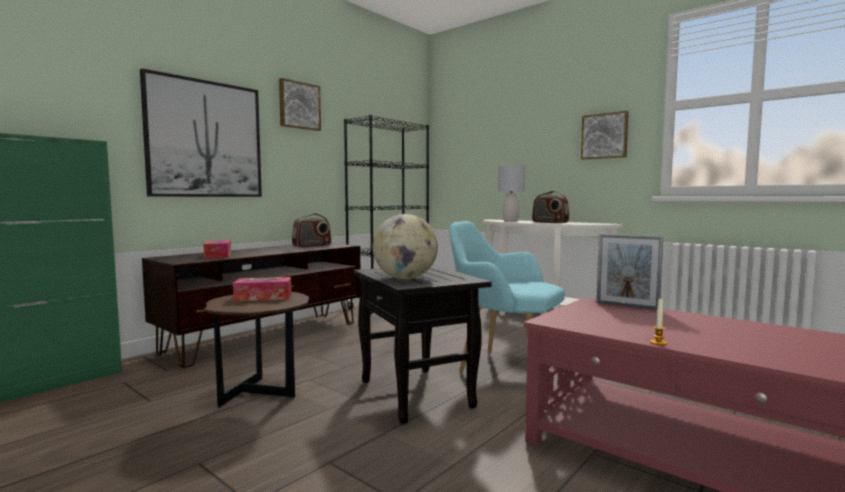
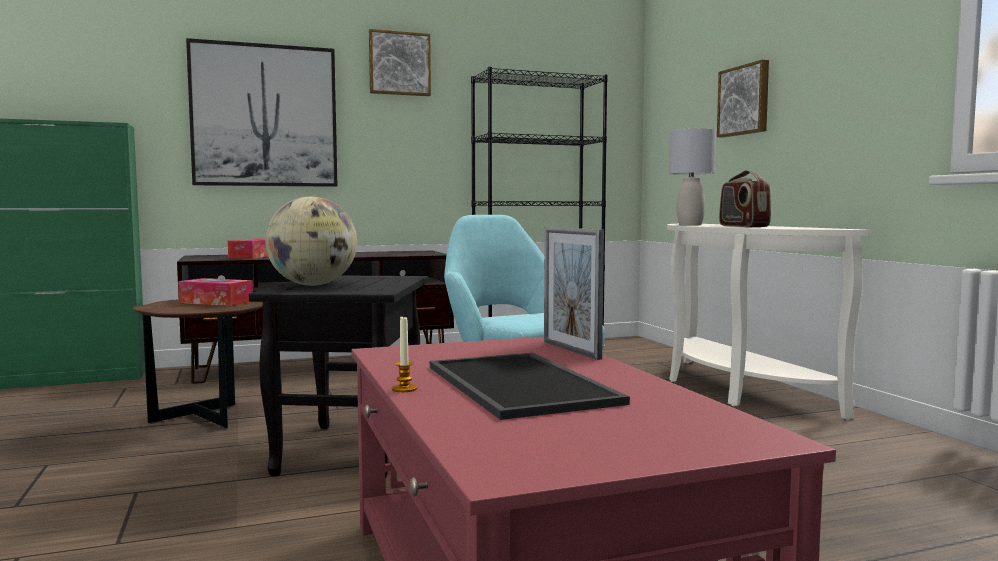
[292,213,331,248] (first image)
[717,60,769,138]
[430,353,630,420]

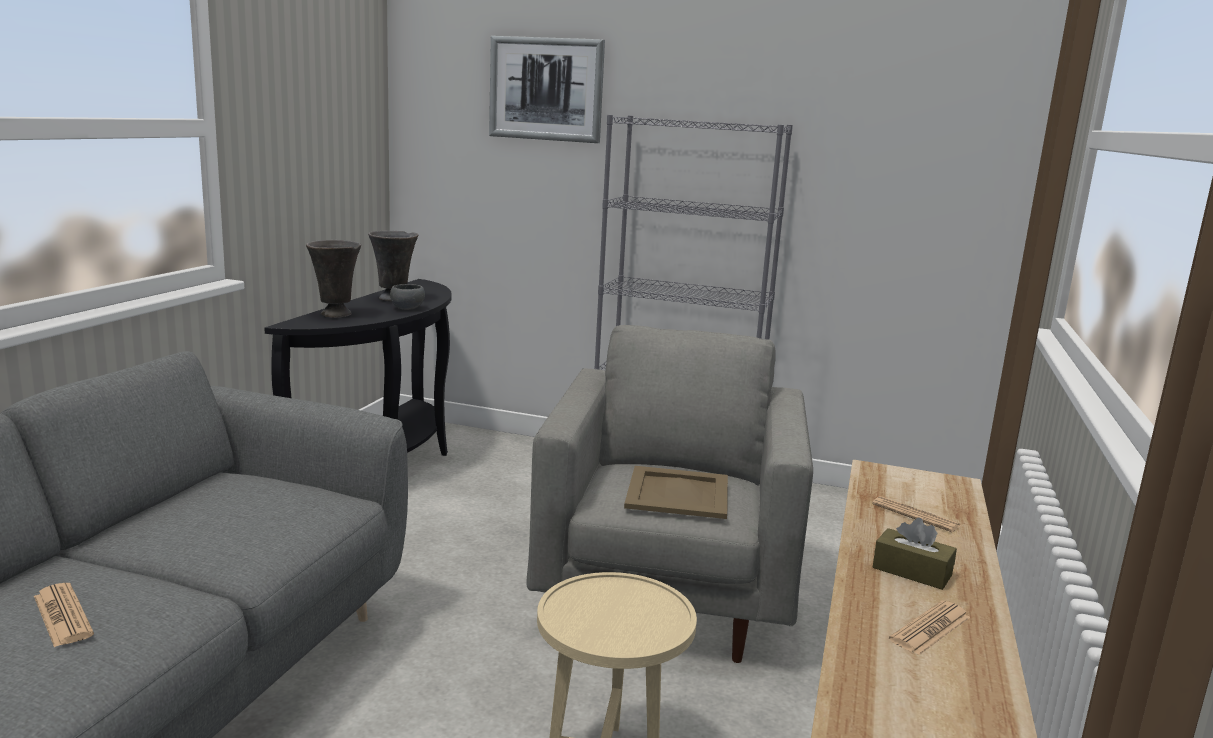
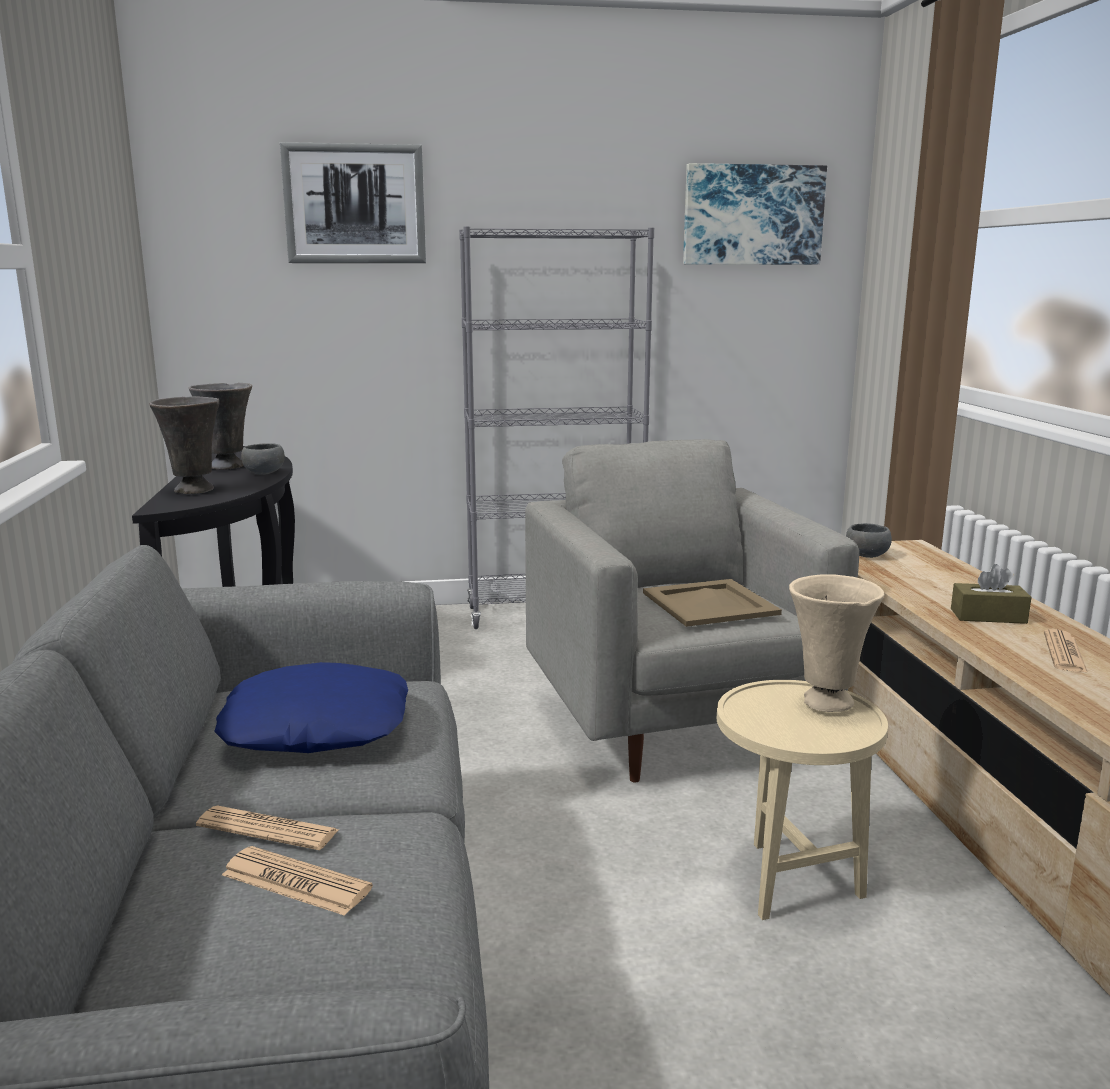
[196,806,339,850]
[214,662,408,753]
[683,163,827,265]
[789,574,884,712]
[846,523,892,558]

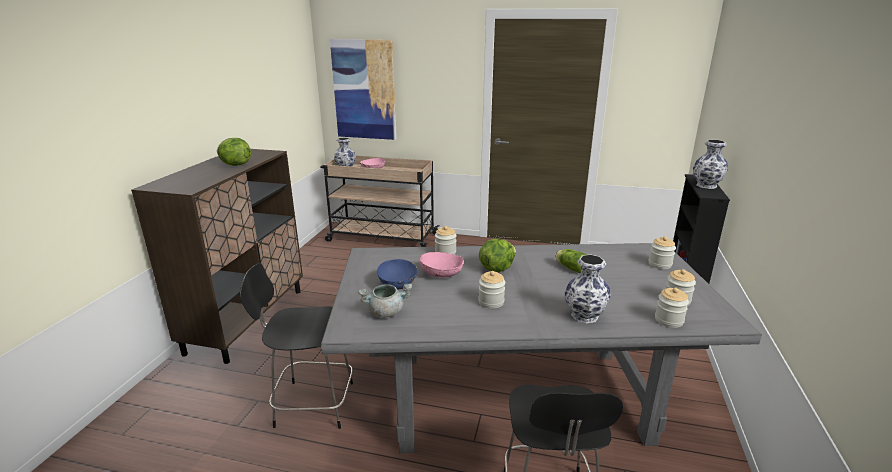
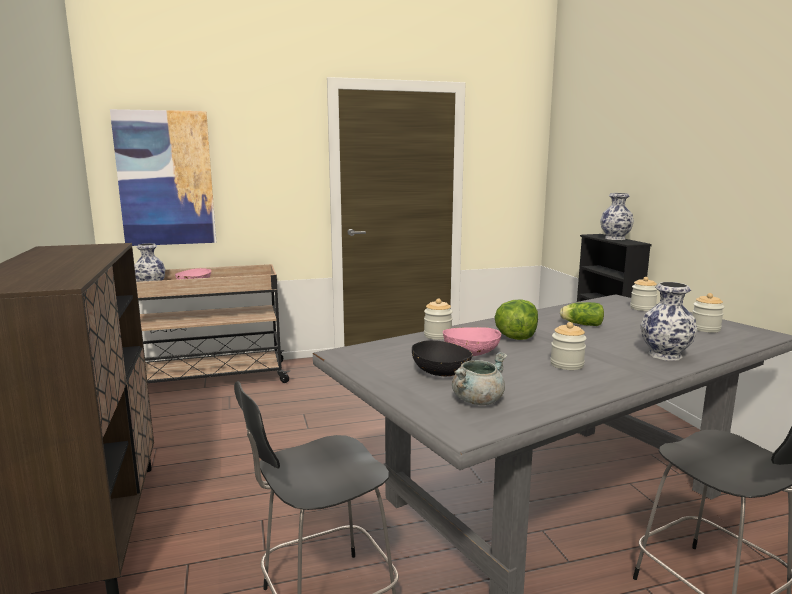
[217,138,251,166] (first image)
[412,340,473,376]
[655,287,689,328] (first image)

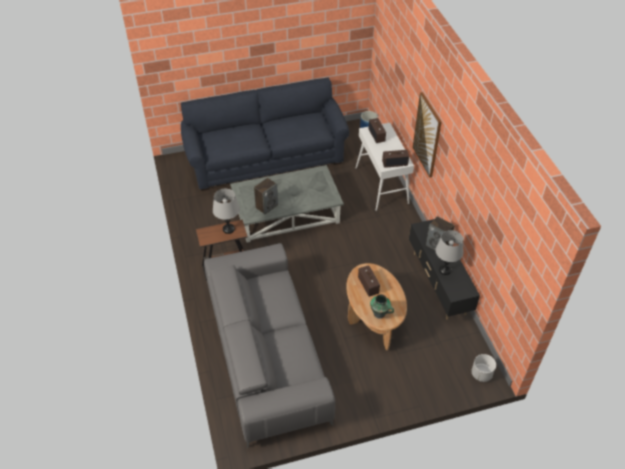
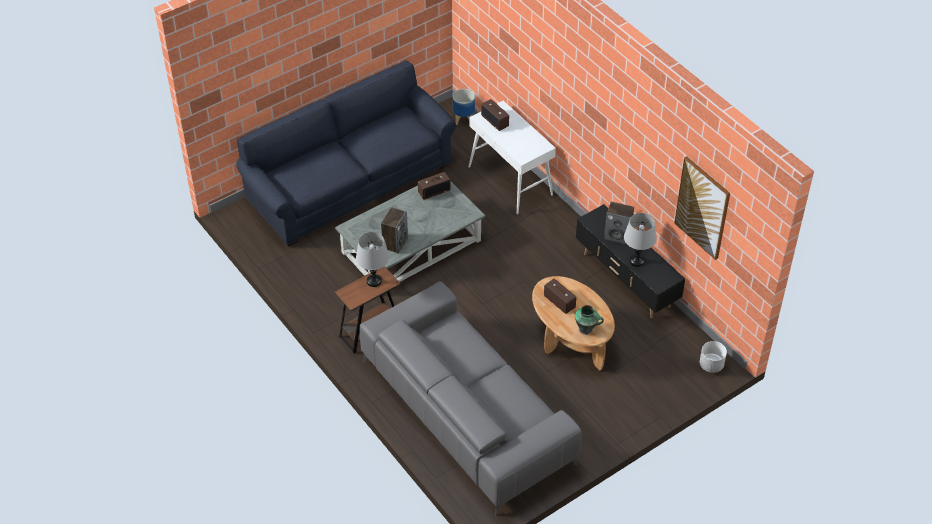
[418,172,450,200]
[674,156,730,260]

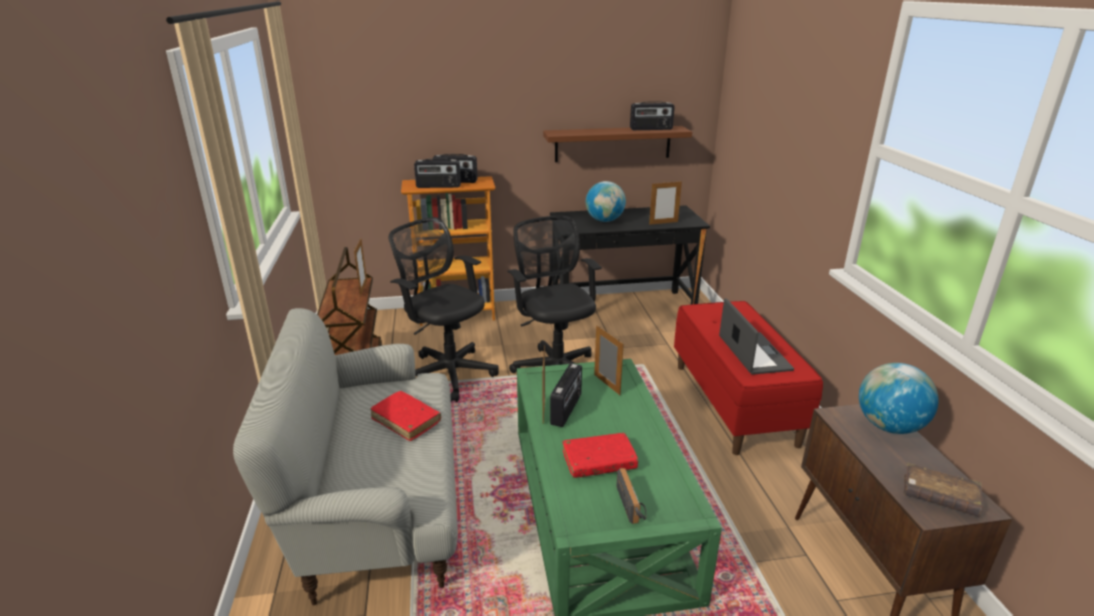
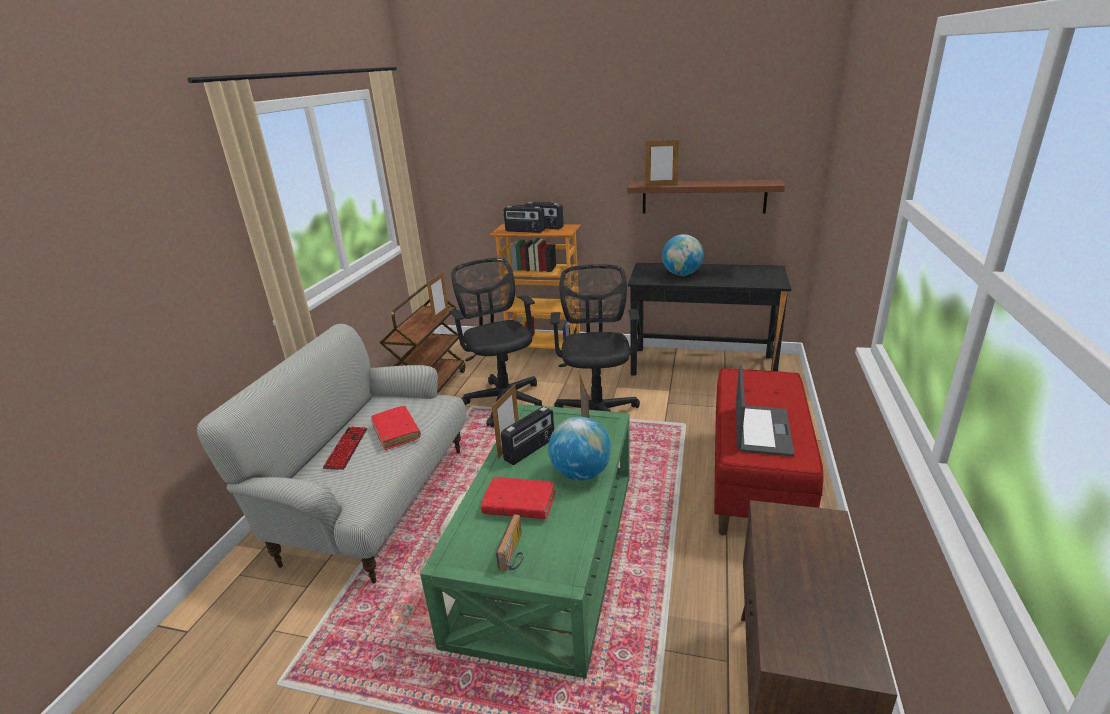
[630,101,675,130] (first image)
[645,138,679,186]
[548,417,611,481]
[904,463,983,517] (first image)
[323,426,367,470]

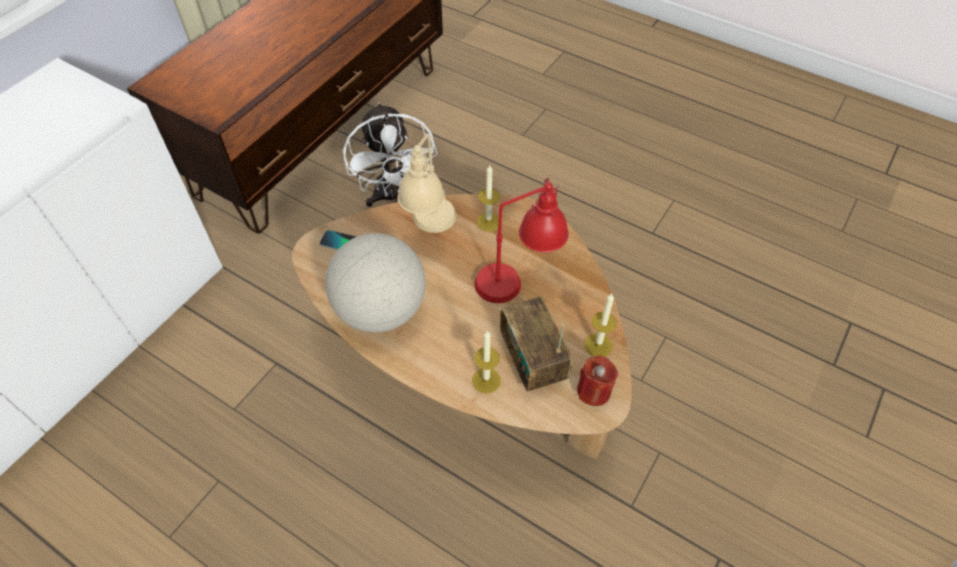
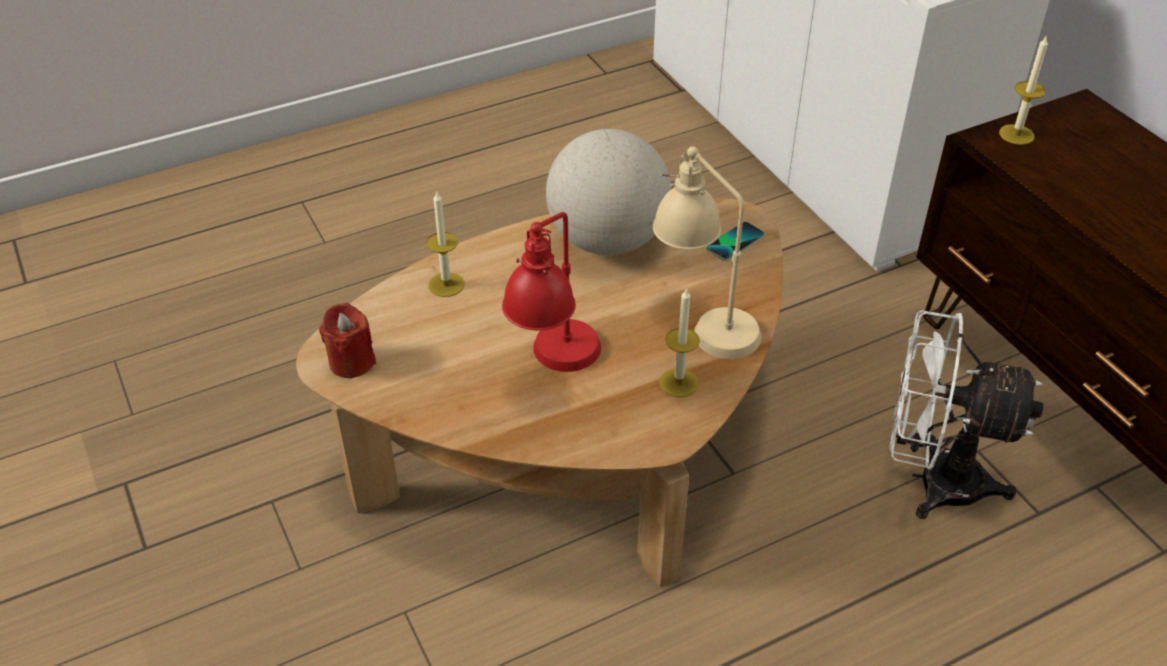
[500,297,572,391] (first image)
[999,37,1048,145]

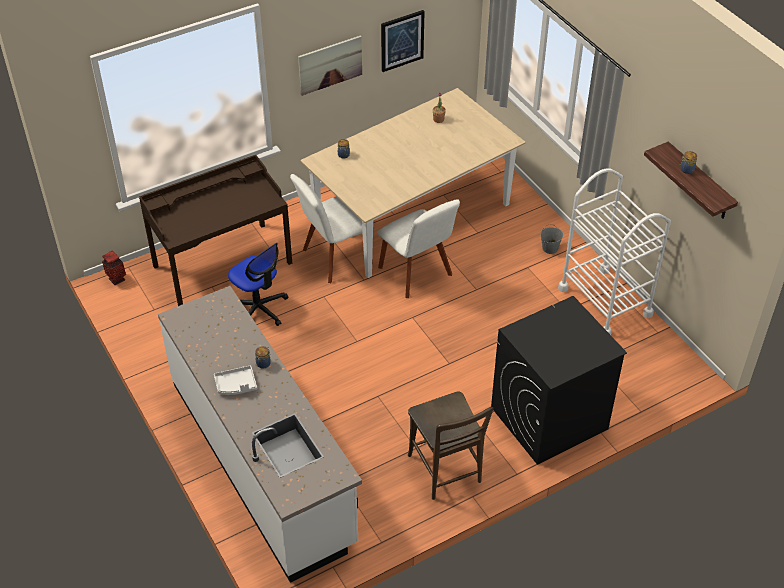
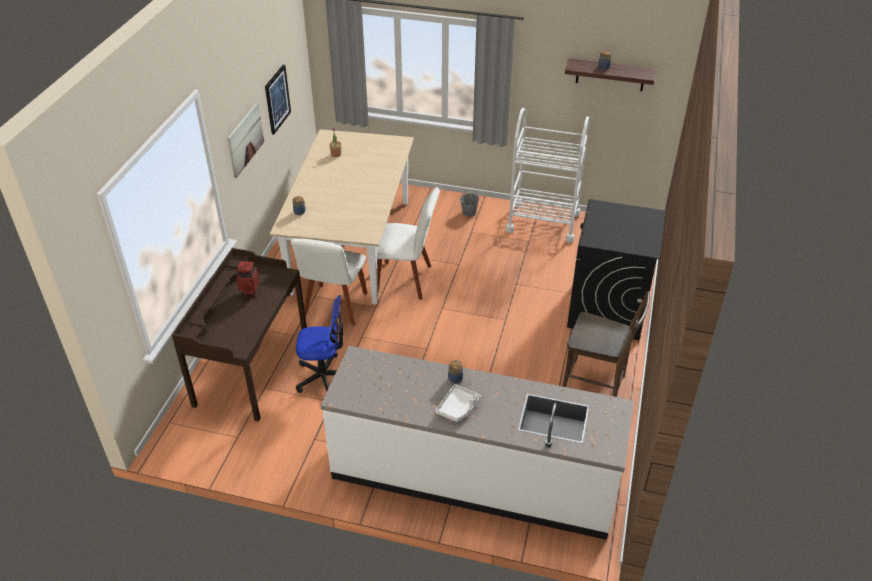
[237,261,259,297]

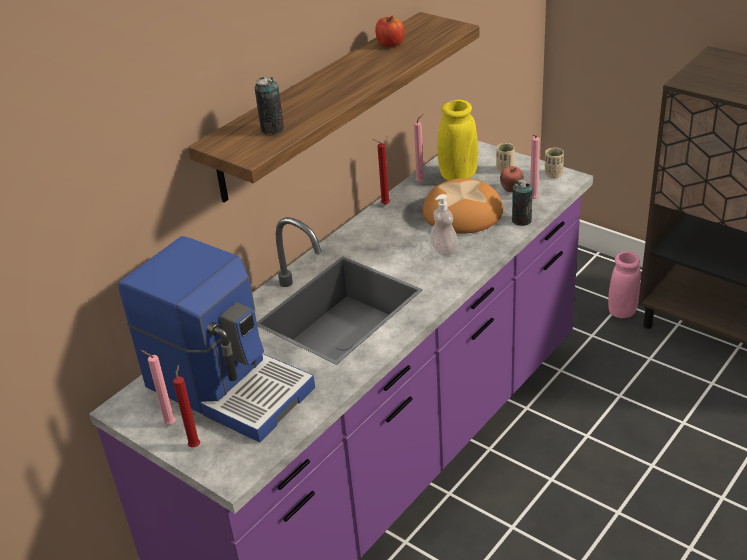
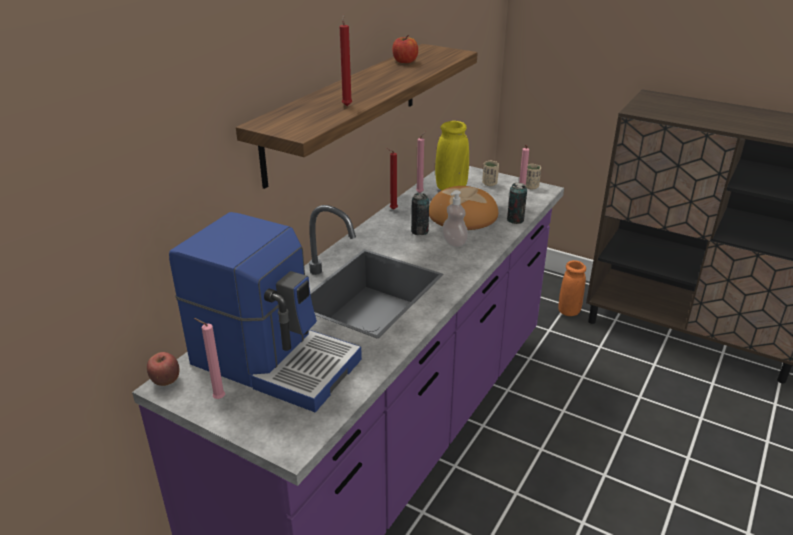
[340,14,352,106]
[411,193,429,235]
[147,352,179,386]
[559,260,586,316]

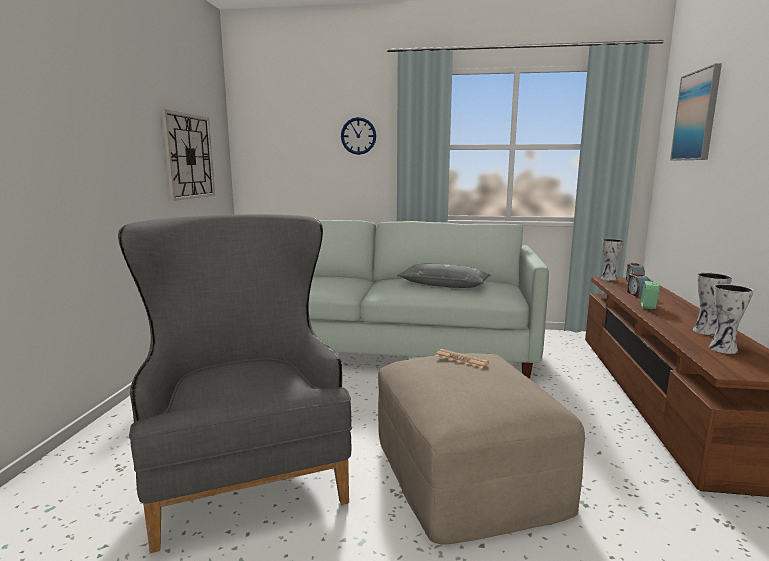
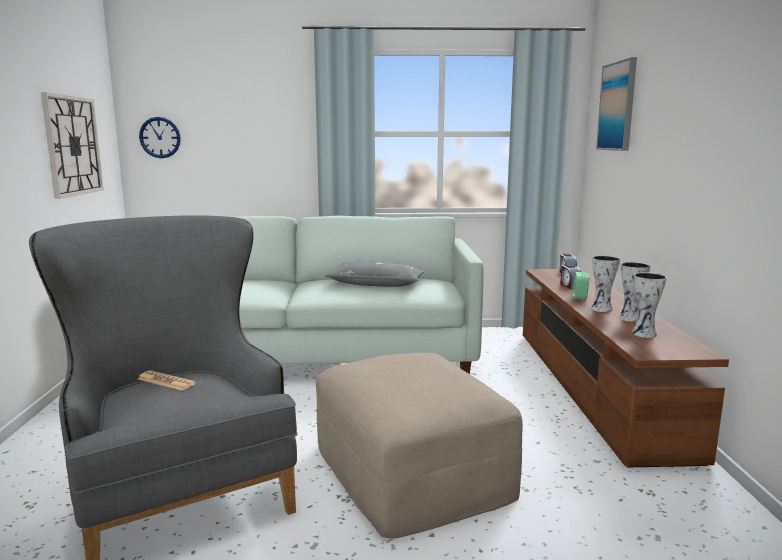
[139,117,181,158]
[138,371,196,391]
[591,256,620,312]

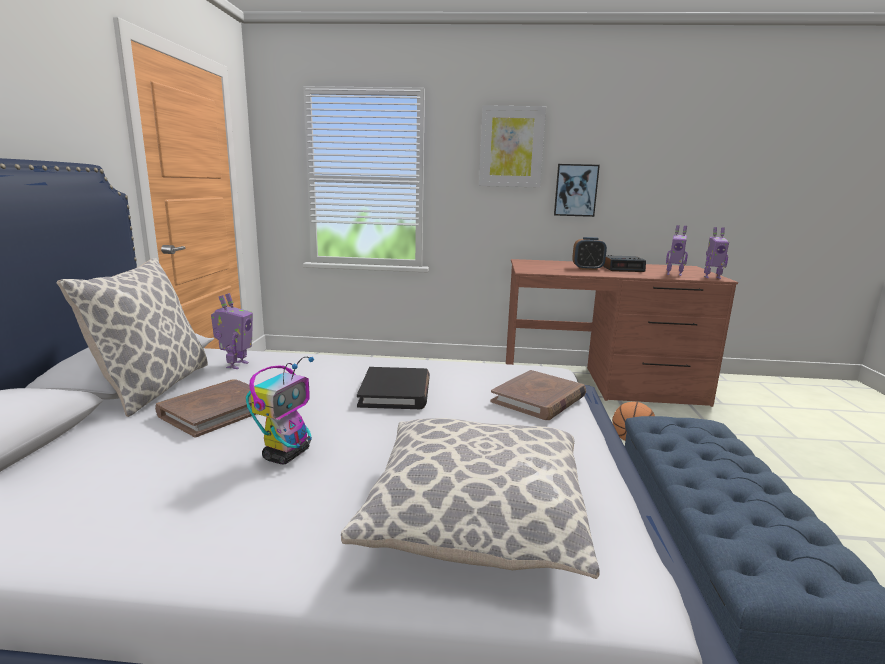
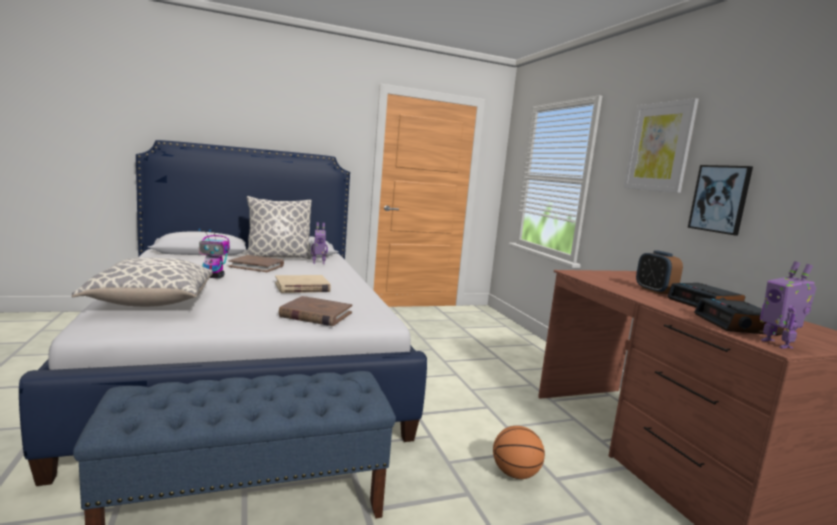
[275,275,331,293]
[694,298,784,335]

